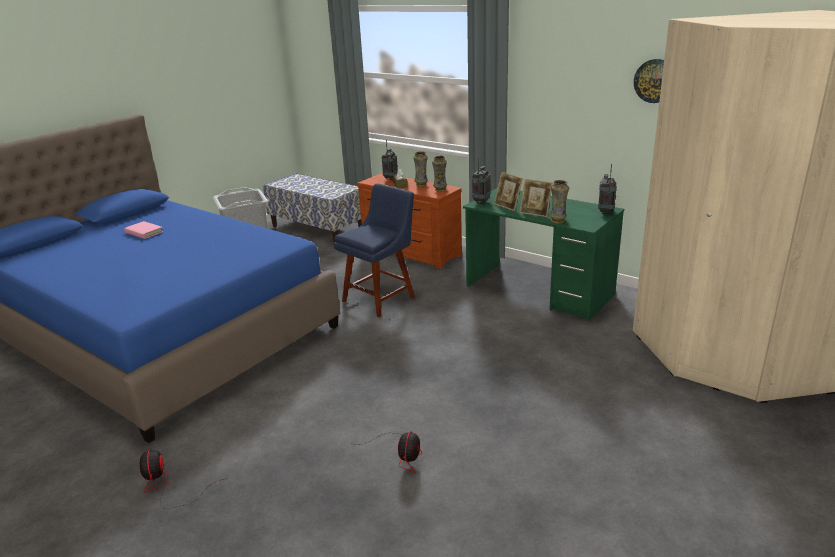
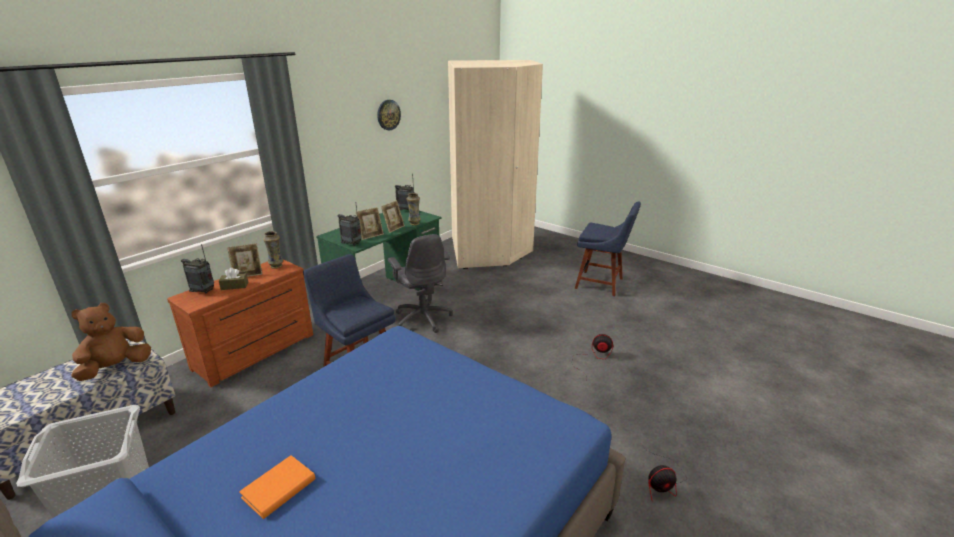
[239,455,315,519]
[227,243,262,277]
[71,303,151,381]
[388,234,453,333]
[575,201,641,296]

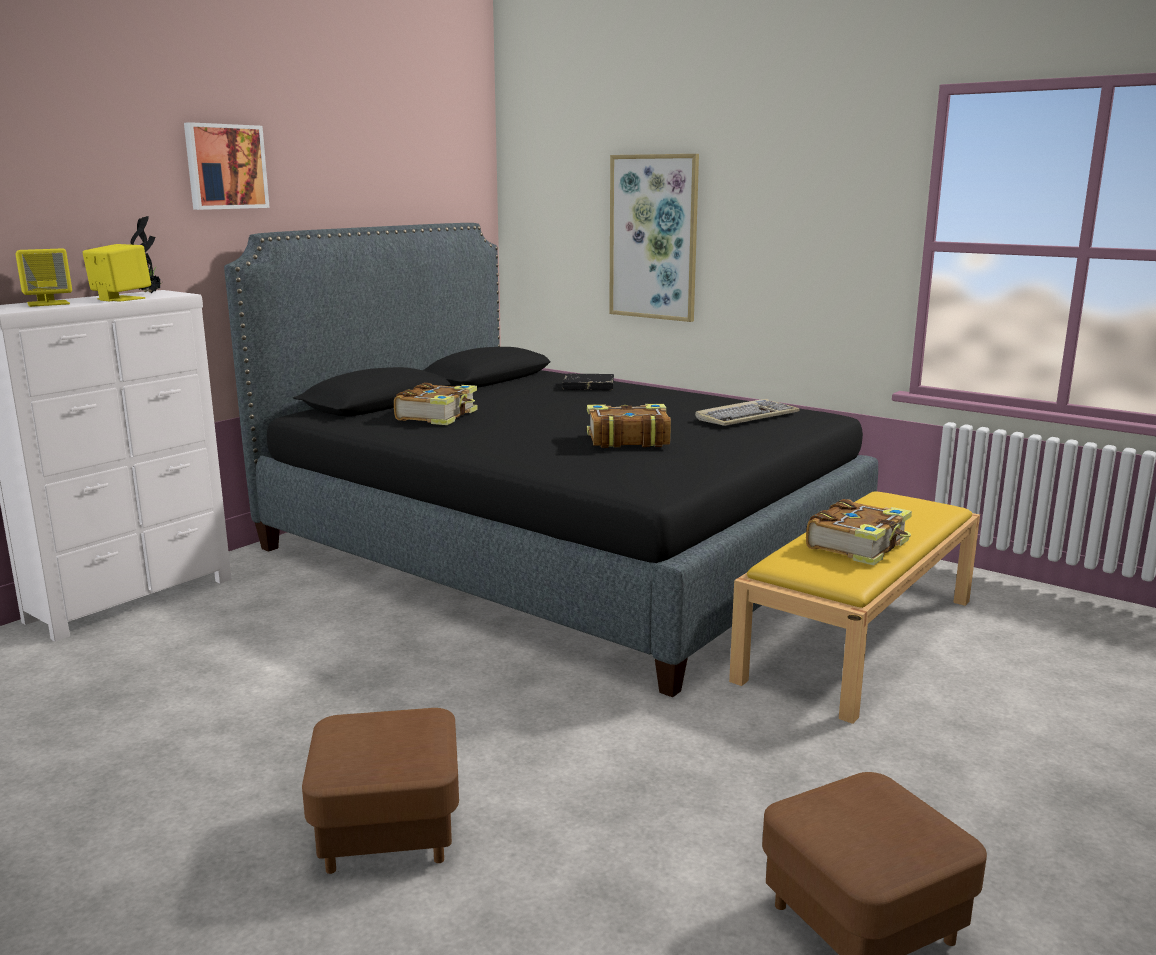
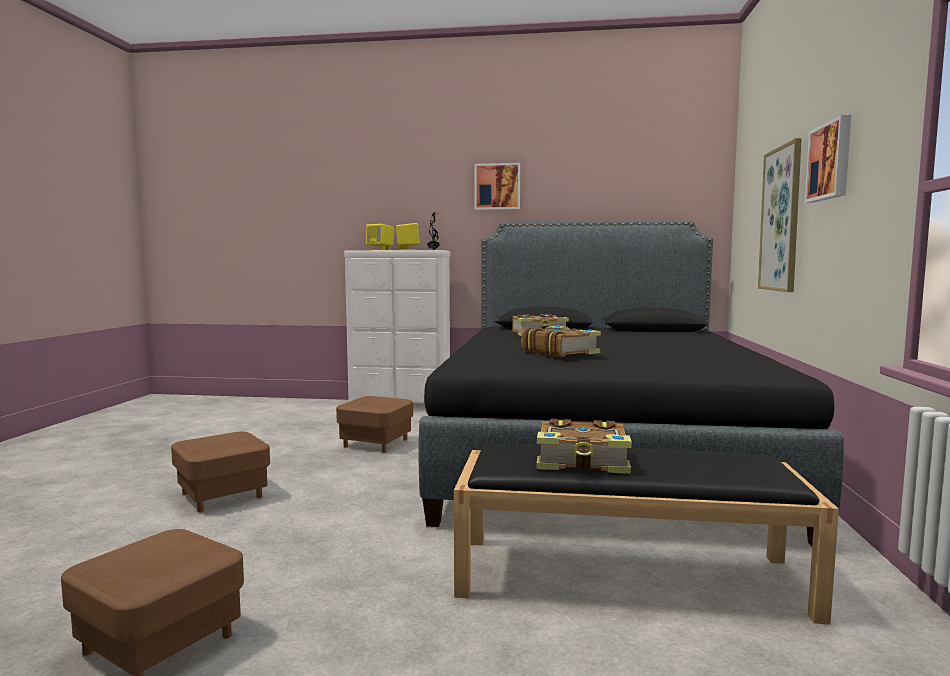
[563,374,614,390] (first image)
[695,399,800,426] (first image)
[453,444,839,625]
[336,396,413,452]
[805,115,851,203]

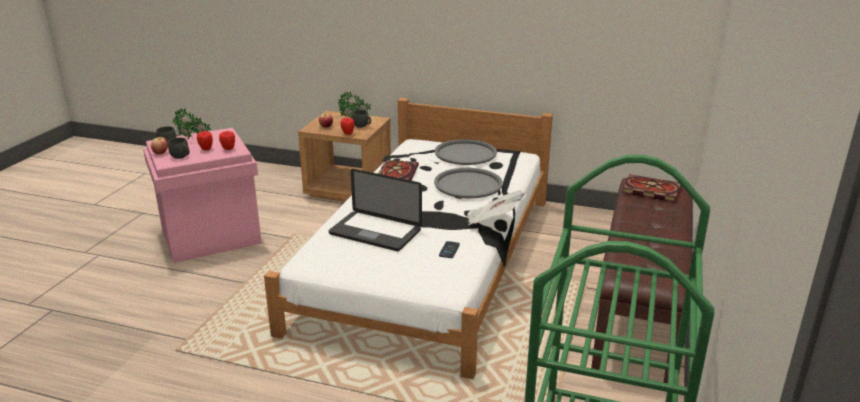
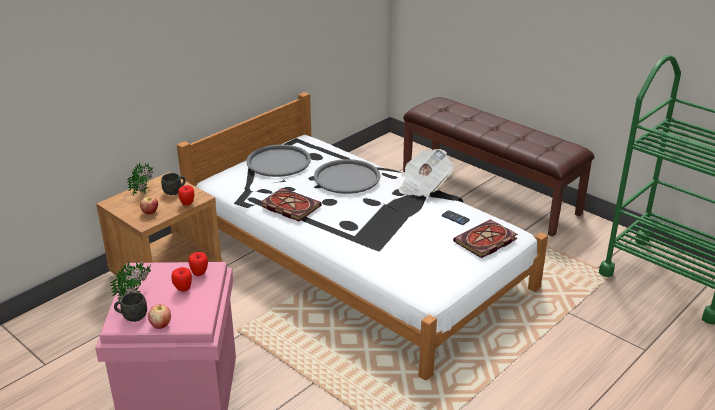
[168,137,190,159] (first image)
[329,169,422,251] (first image)
[453,219,518,258]

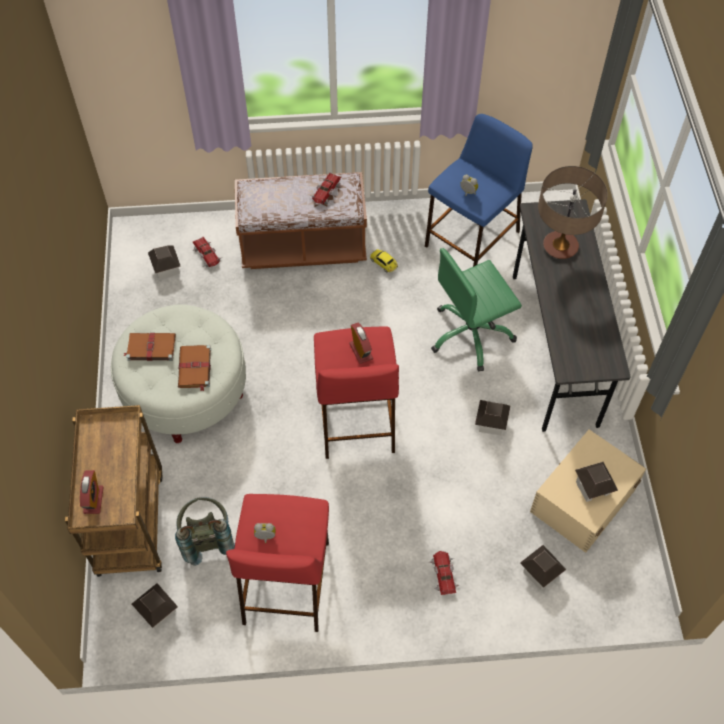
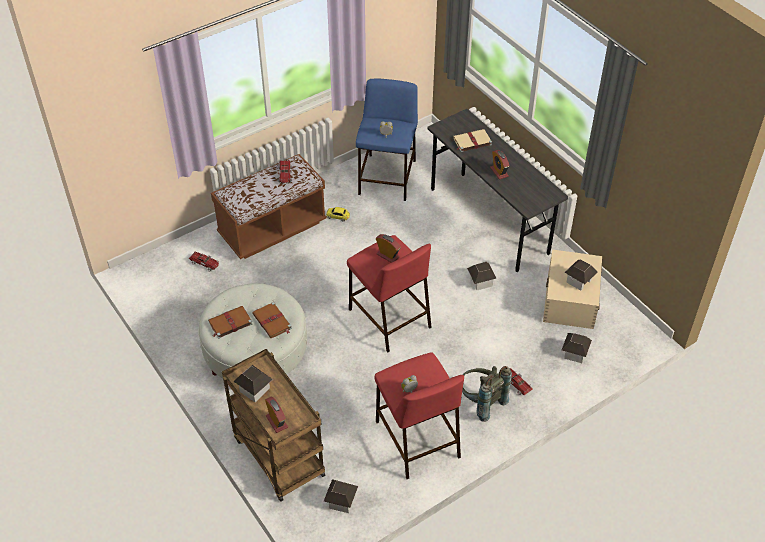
[233,365,273,402]
[462,366,512,422]
[431,248,522,372] (first image)
[453,129,492,152]
[490,150,509,179]

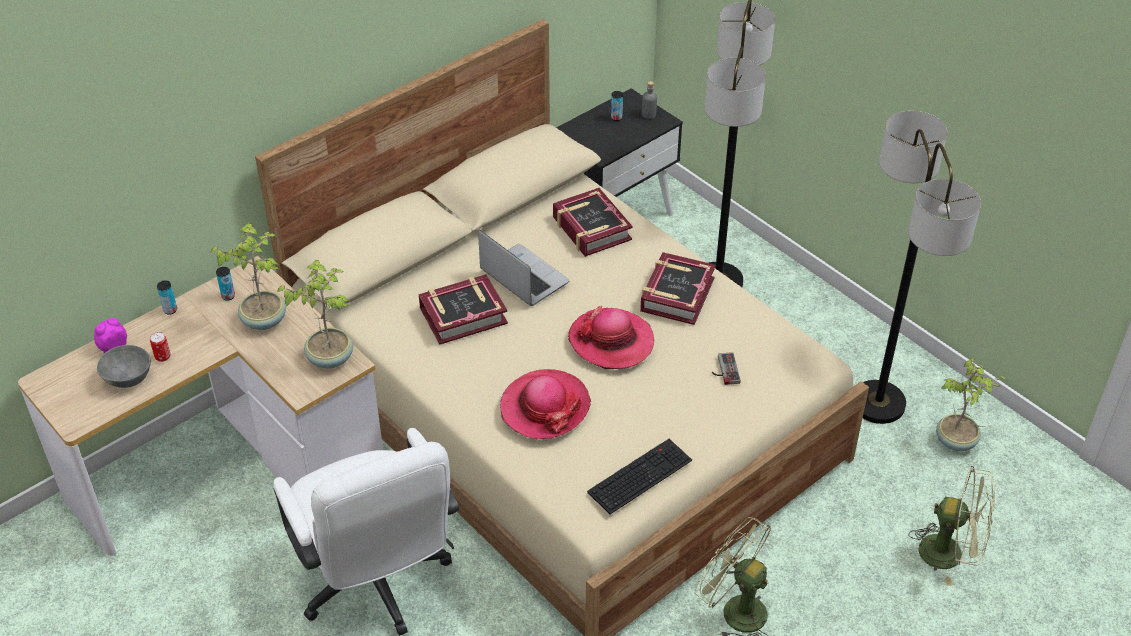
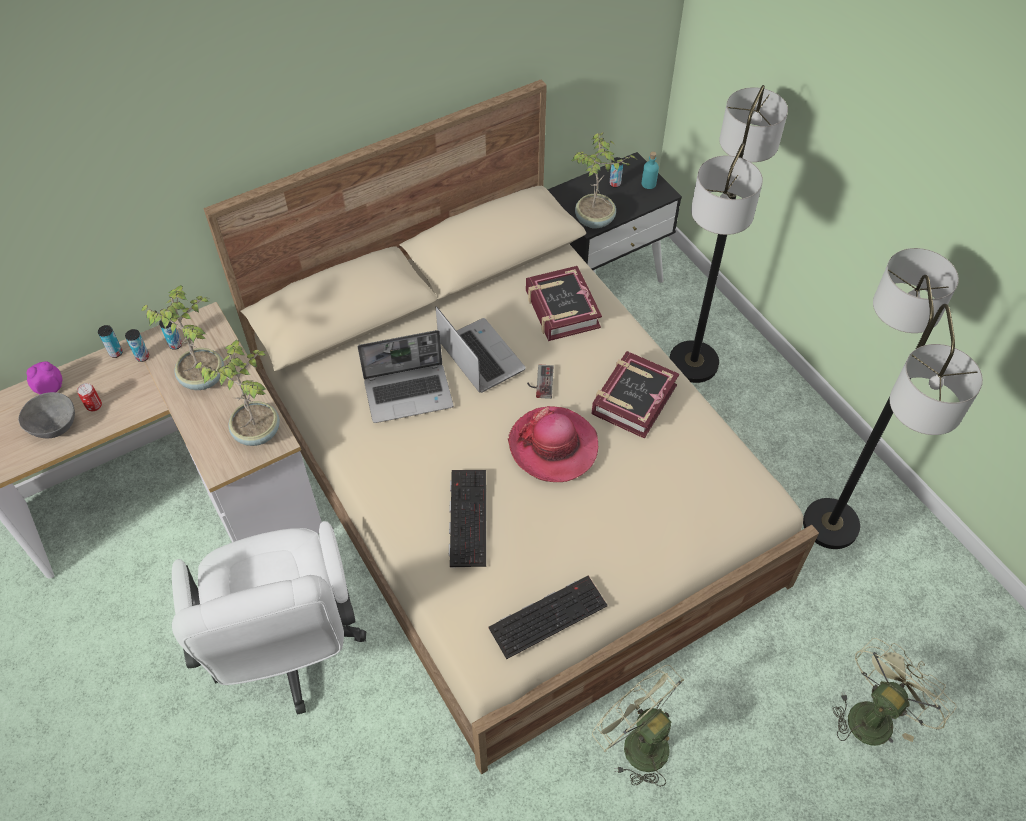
[358,330,454,423]
[449,470,486,567]
[642,151,659,189]
[527,365,554,399]
[833,638,957,746]
[572,132,636,229]
[125,329,149,362]

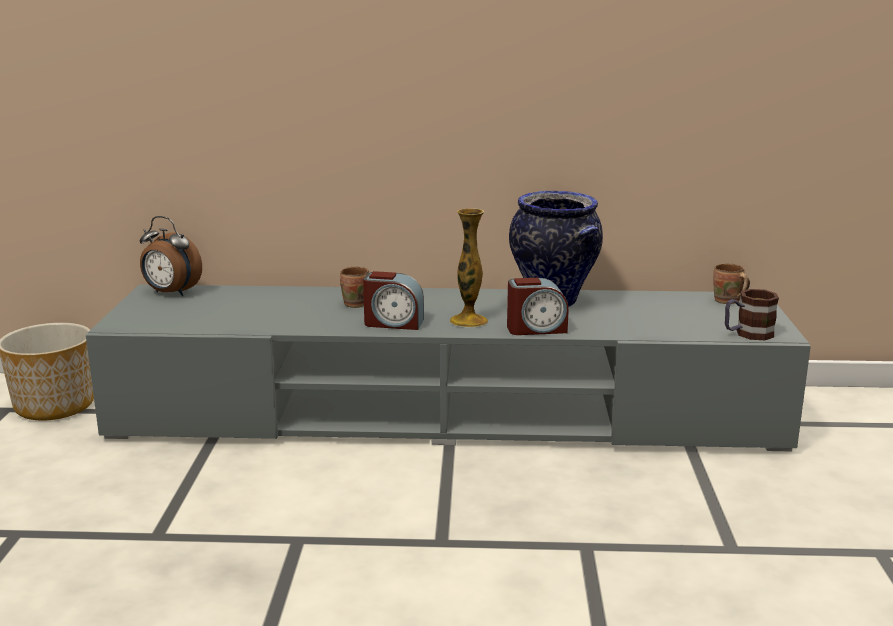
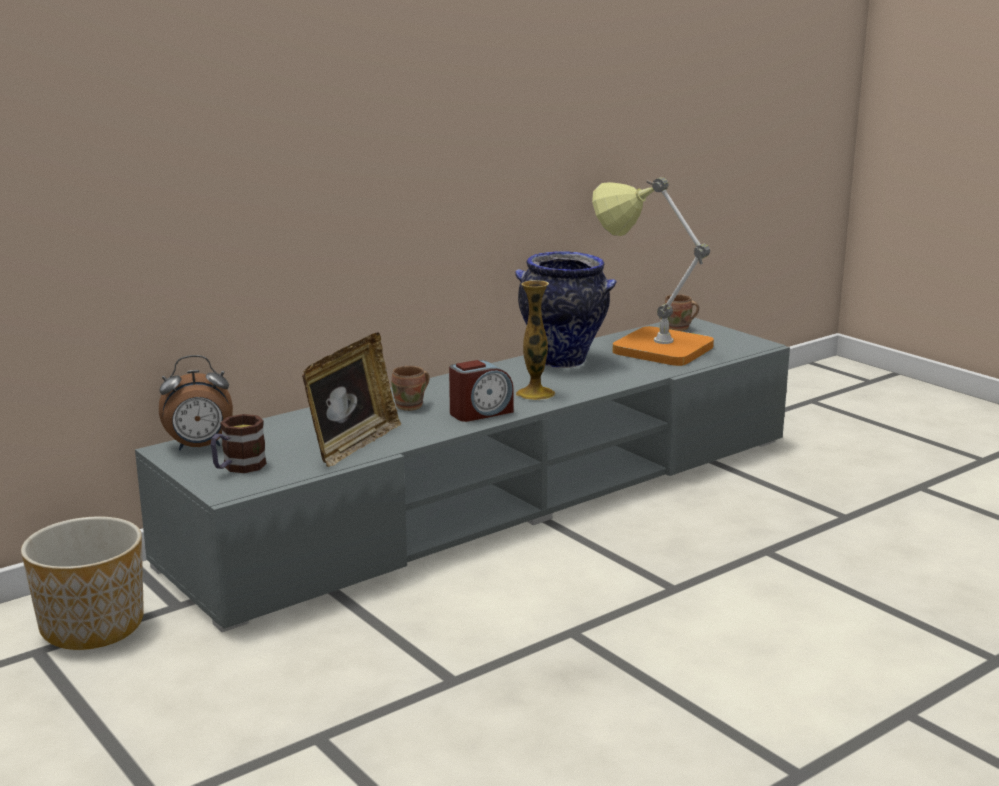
[507,278,569,335] (first image)
[211,414,267,473]
[302,333,401,467]
[592,177,714,366]

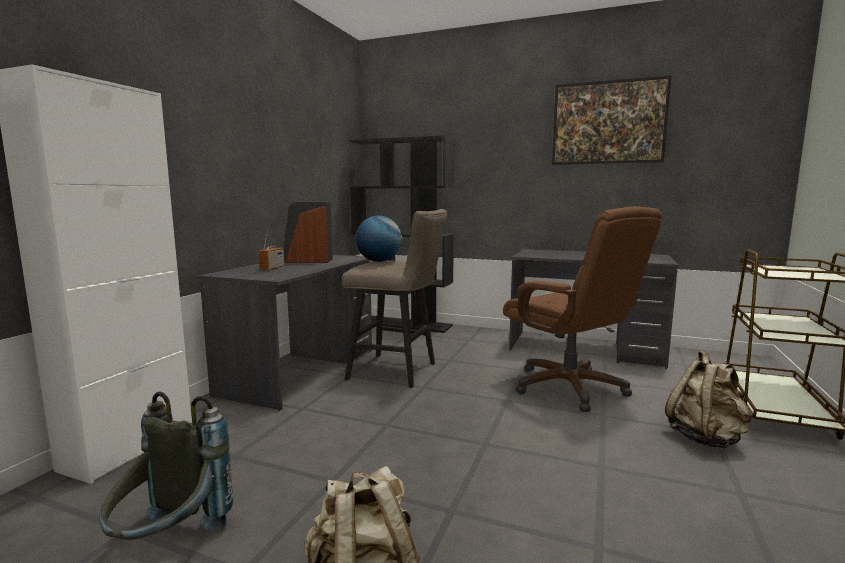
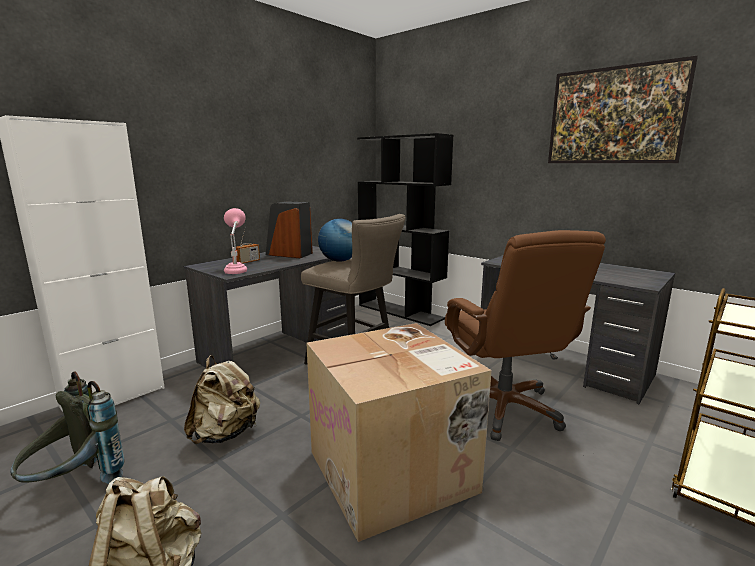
[184,355,260,444]
[224,208,247,274]
[306,323,492,542]

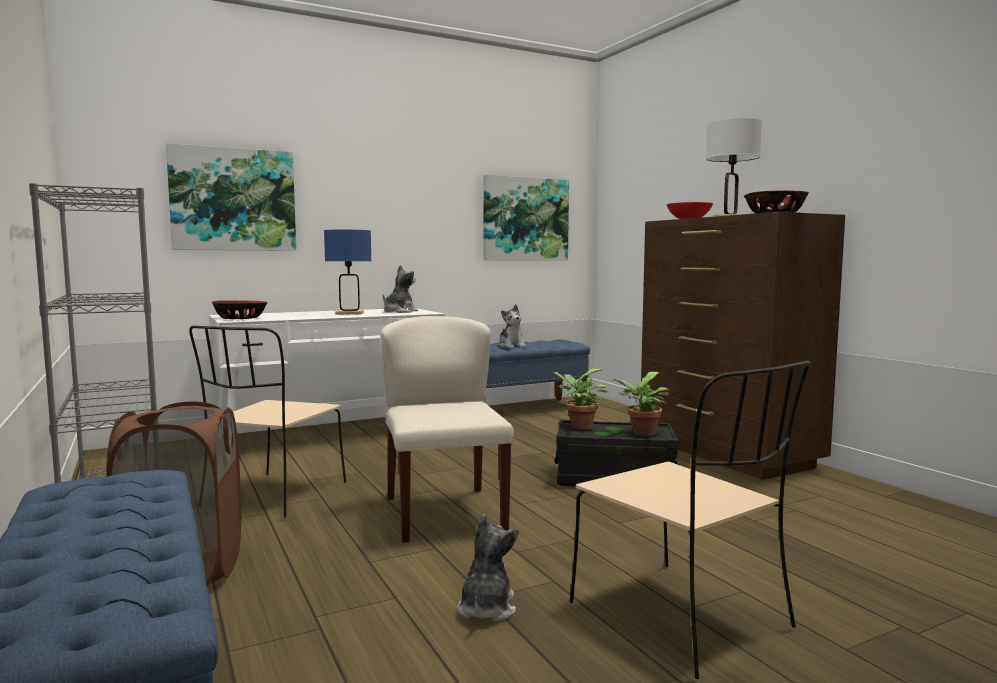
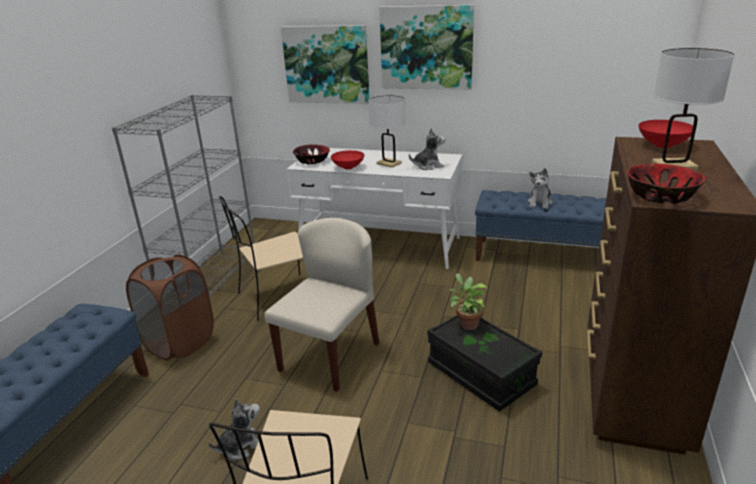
[368,95,406,168]
[379,5,474,90]
[613,372,669,436] (first image)
[331,150,364,170]

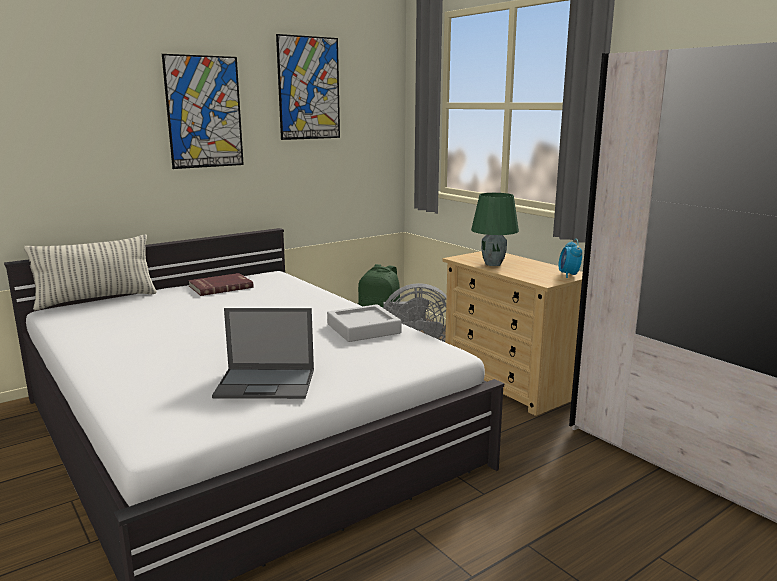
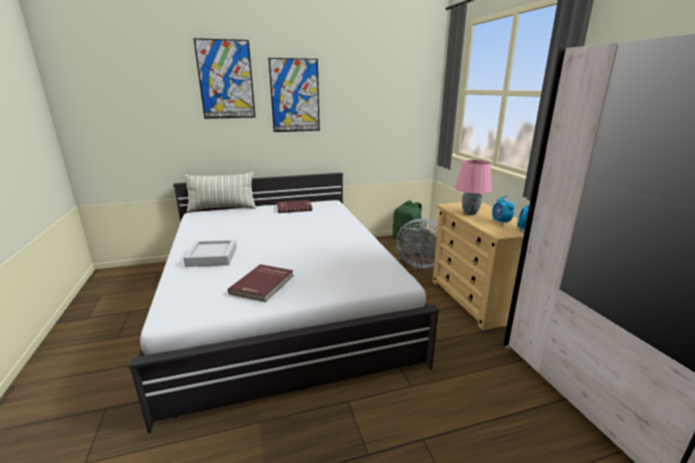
[228,264,294,302]
[194,38,255,119]
[184,239,237,267]
[455,160,492,215]
[492,196,515,226]

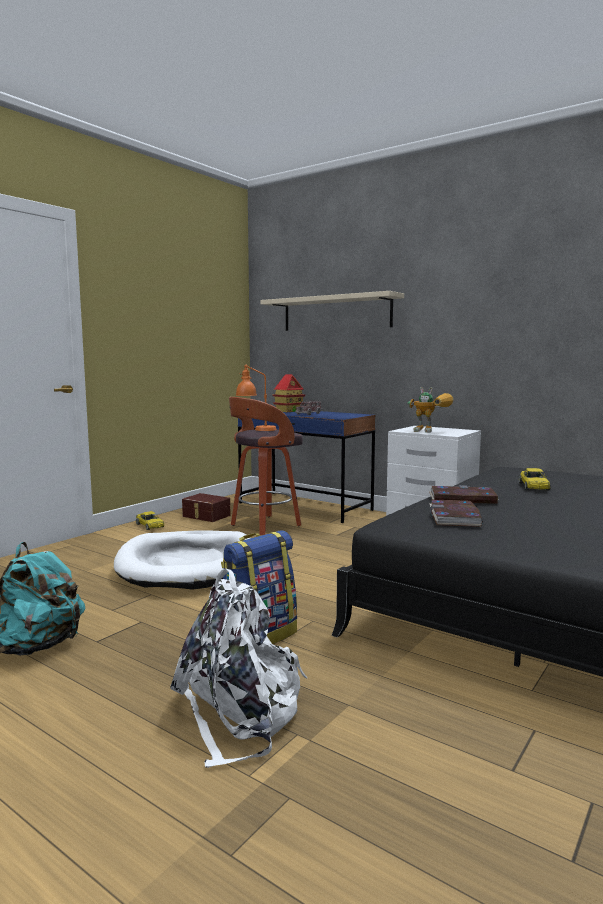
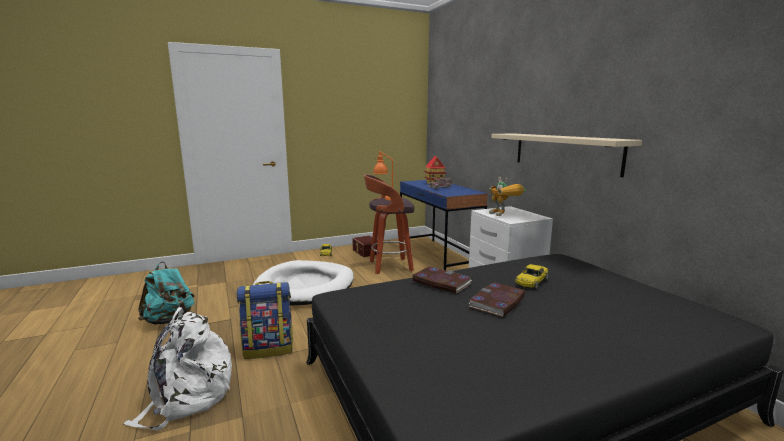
[491,133,642,177]
[468,282,525,317]

